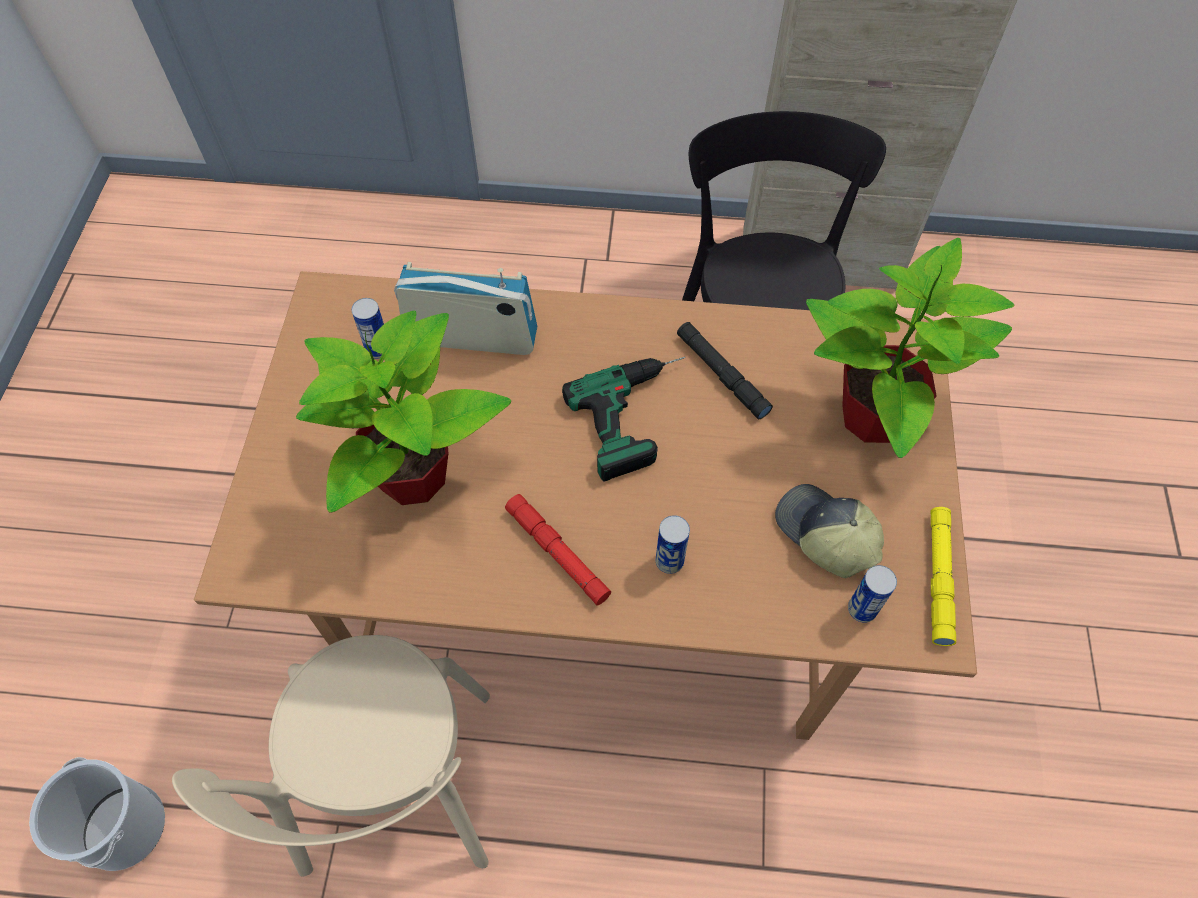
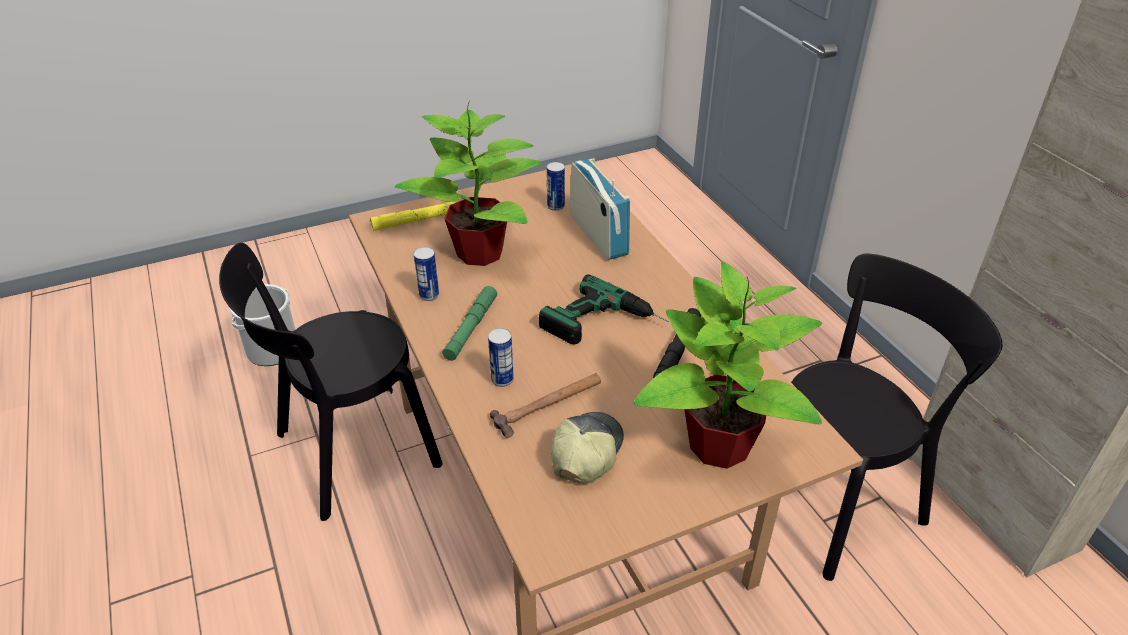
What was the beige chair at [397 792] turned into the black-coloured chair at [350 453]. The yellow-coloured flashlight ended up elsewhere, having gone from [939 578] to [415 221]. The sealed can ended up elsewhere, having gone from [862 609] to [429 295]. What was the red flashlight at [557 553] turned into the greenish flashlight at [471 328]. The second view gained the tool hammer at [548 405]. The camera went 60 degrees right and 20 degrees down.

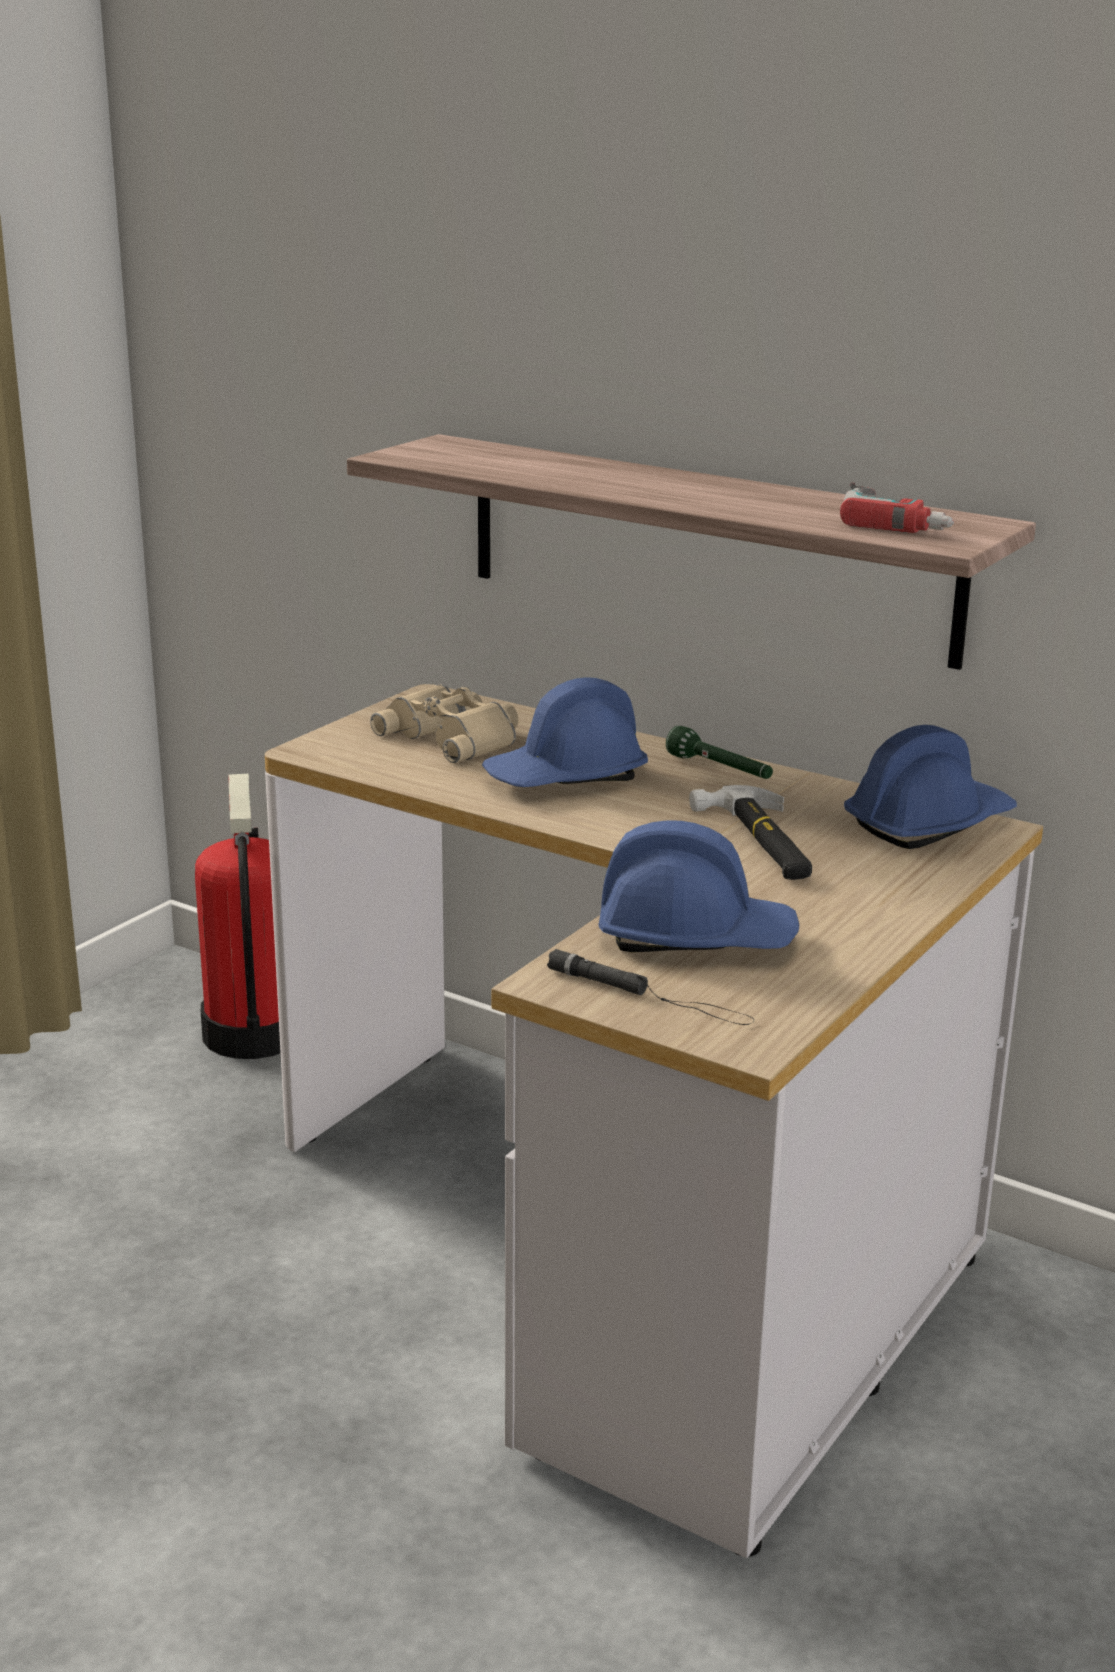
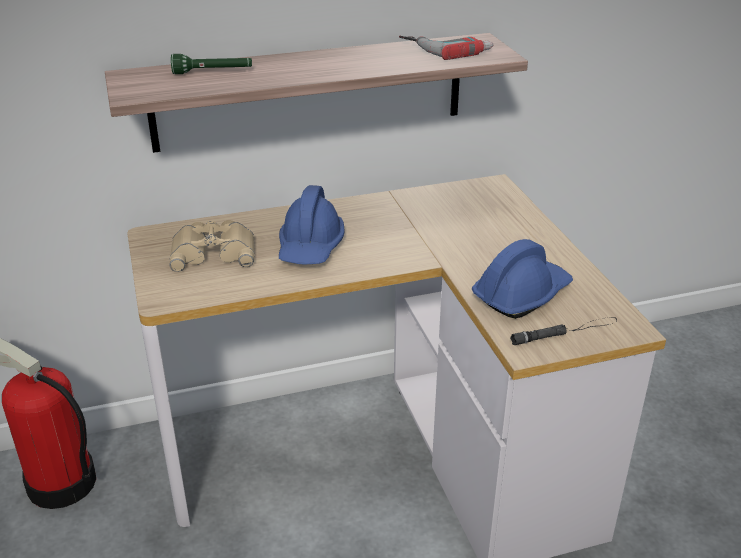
The greenish flashlight ended up elsewhere, having gone from [720 770] to [213 72]. The second view lost the tool hammer at [760 841]. The second view lost the blue-coloured safety helmet at [928 824]. The camera went 50 degrees left and 10 degrees up.

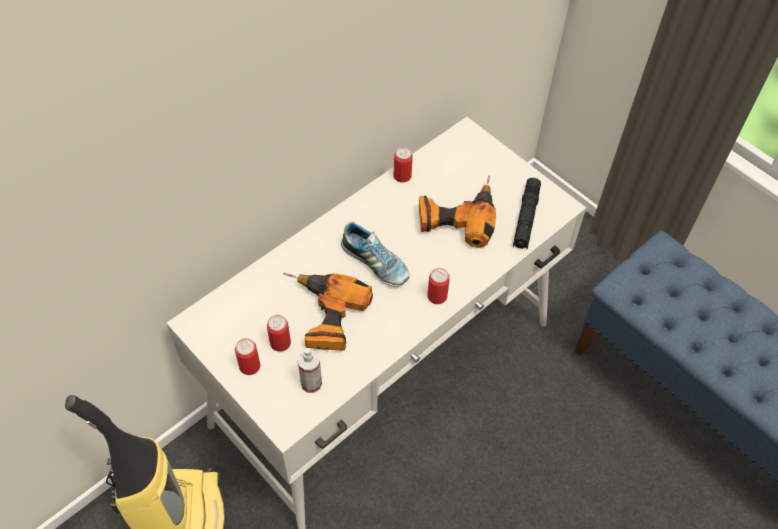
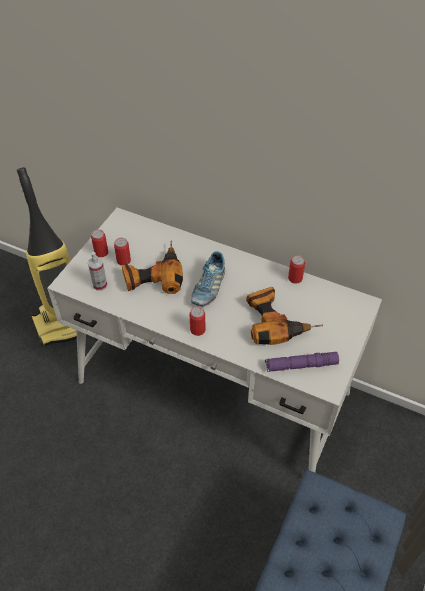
What was the black-coloured flashlight at [526 218] turned into the purple-coloured flashlight at [301 365]. The camera went 70 degrees right and 5 degrees down.

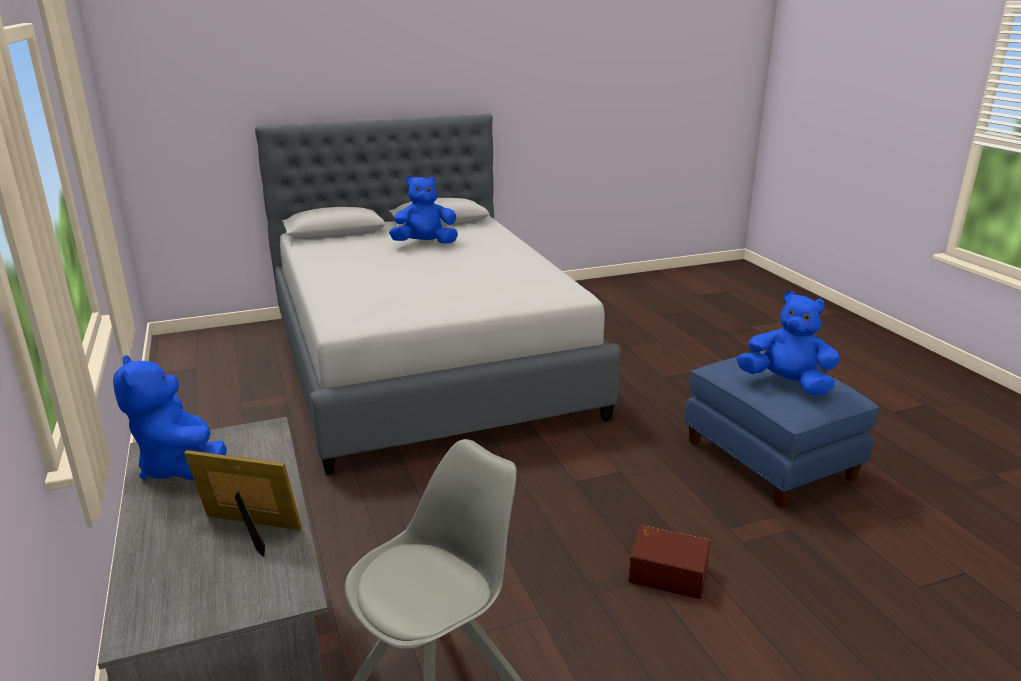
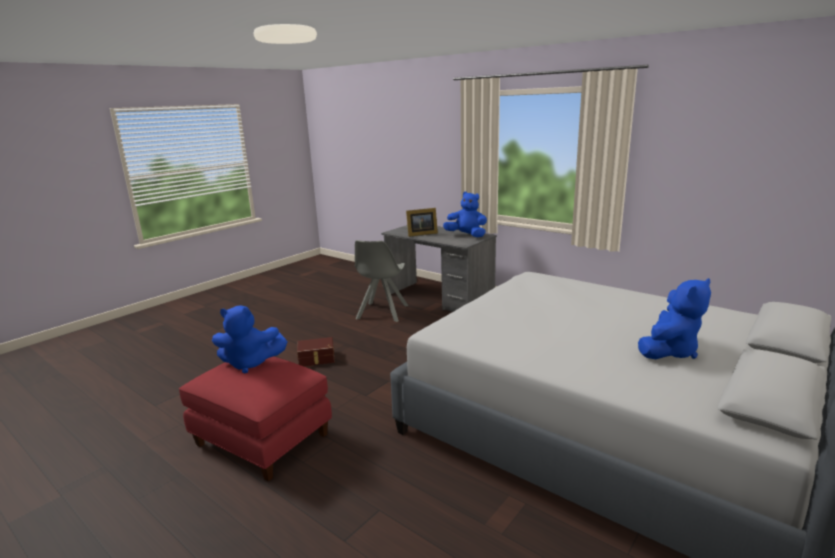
What was the blue-coloured footrest at [770 460] turned into the red footrest at [261 440]. The camera went 150 degrees right and 5 degrees down.

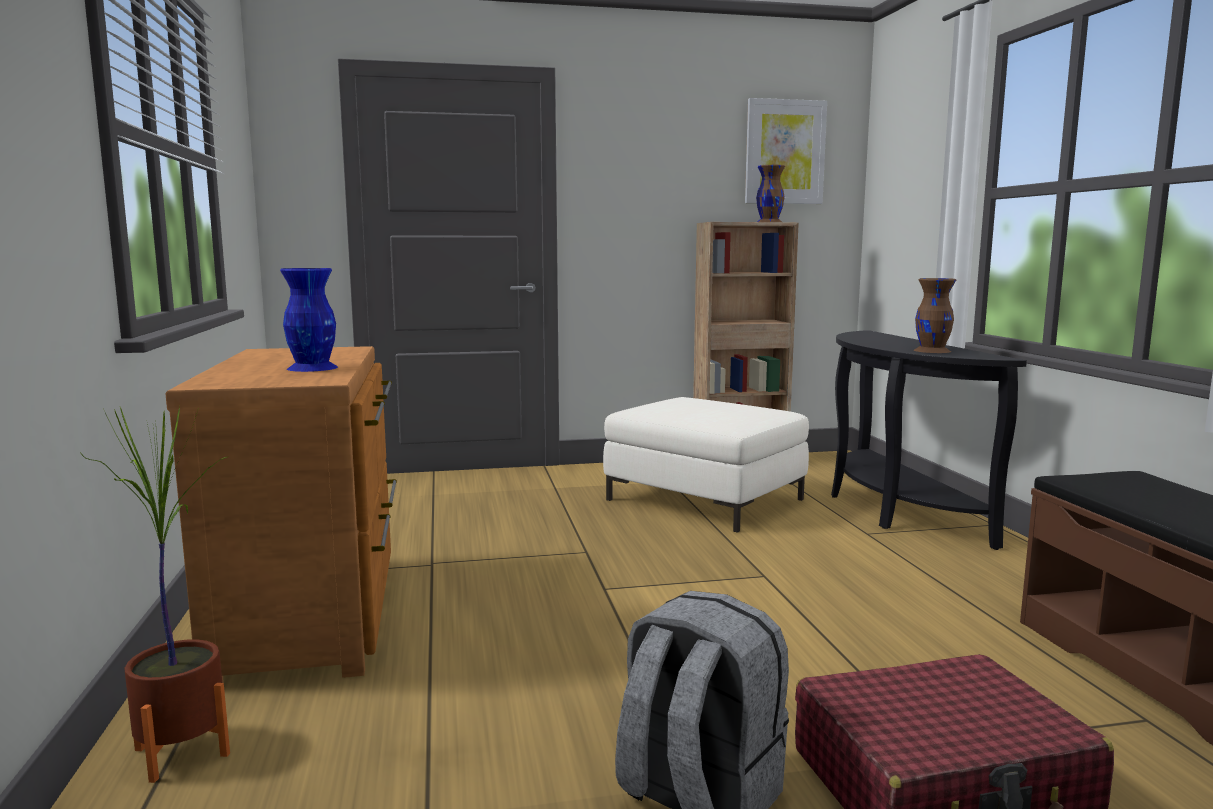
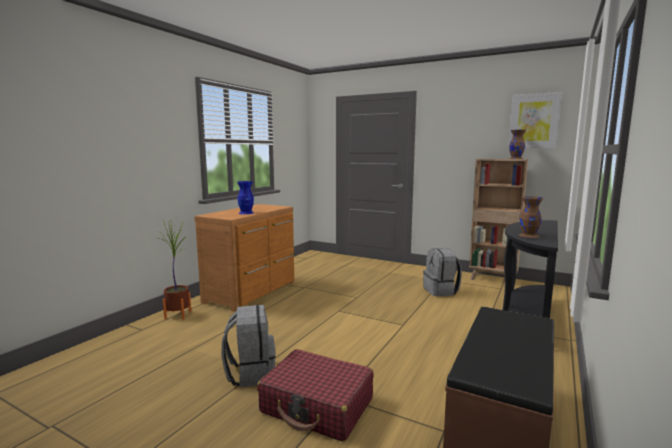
Where the white footrest stood at [705 500], the grey backpack came to stand at [441 291]. The camera went 40 degrees right and 0 degrees up.

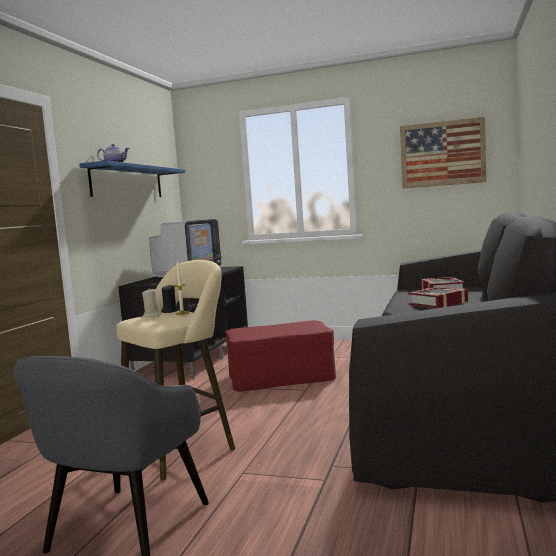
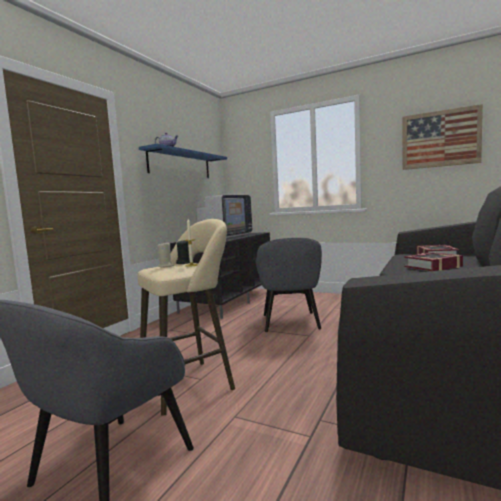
Where the red footrest stood at [281 377], the grey lounge chair came to stand at [290 322]. The camera went 10 degrees right and 0 degrees up.

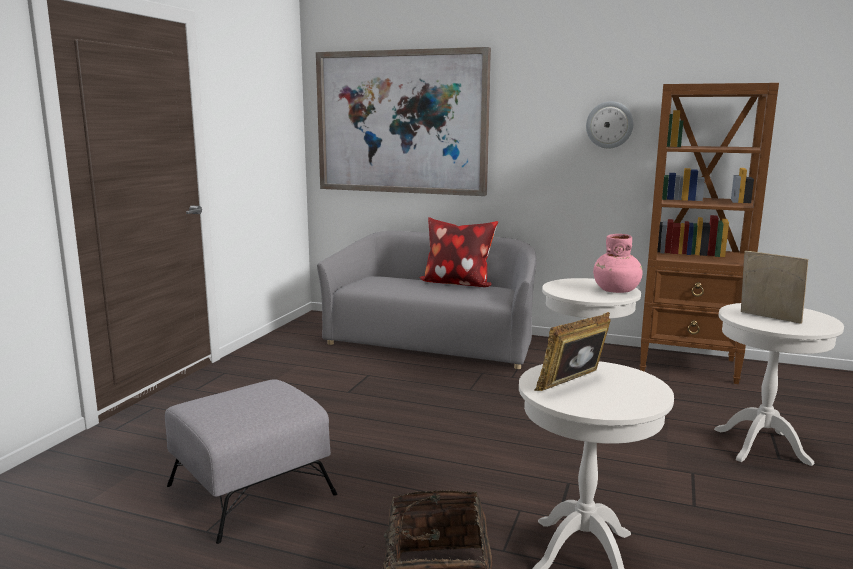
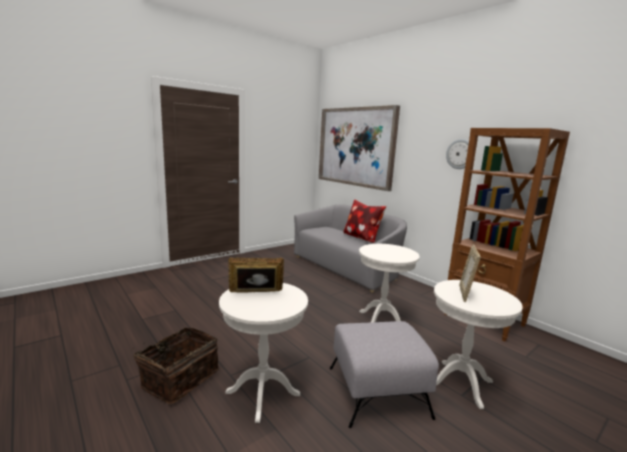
The grey footrest ended up elsewhere, having gone from [252 489] to [378 391]. The photo frame at [768 318] ended up facing another way, 150 degrees counterclockwise from before. The second view lost the pink flower vase at [616 291]. The camera went 30 degrees right and 0 degrees up.

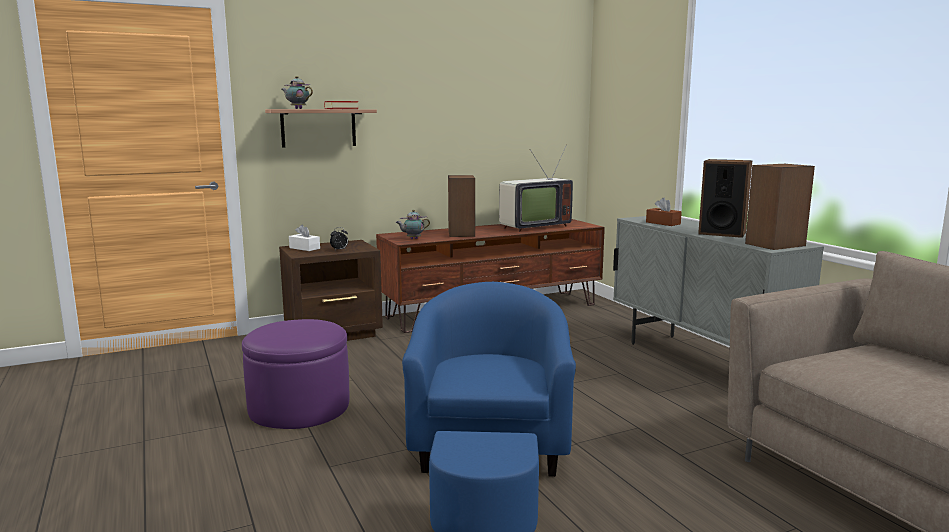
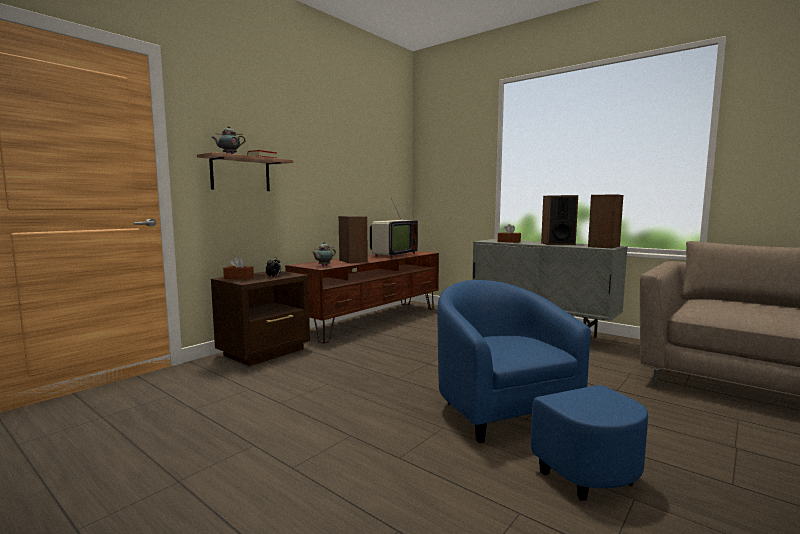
What was the white box of tissues at [304 248] turned into the brown box of tissues at [239 278]. The second view lost the purple-coloured footrest at [299 407]. The camera went 25 degrees left and 5 degrees down.

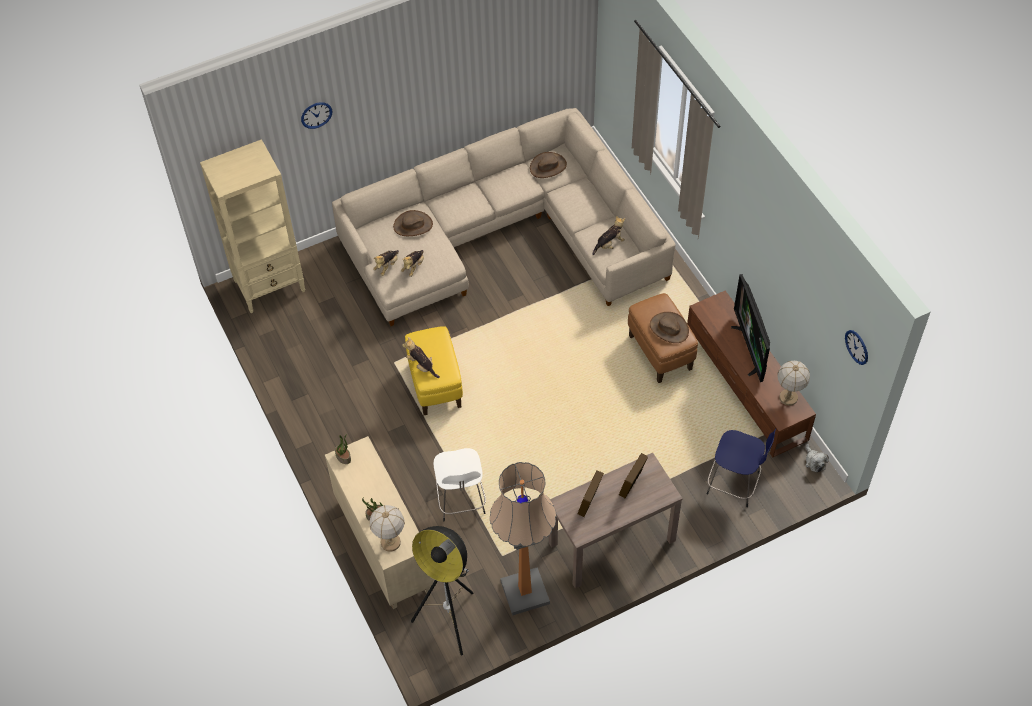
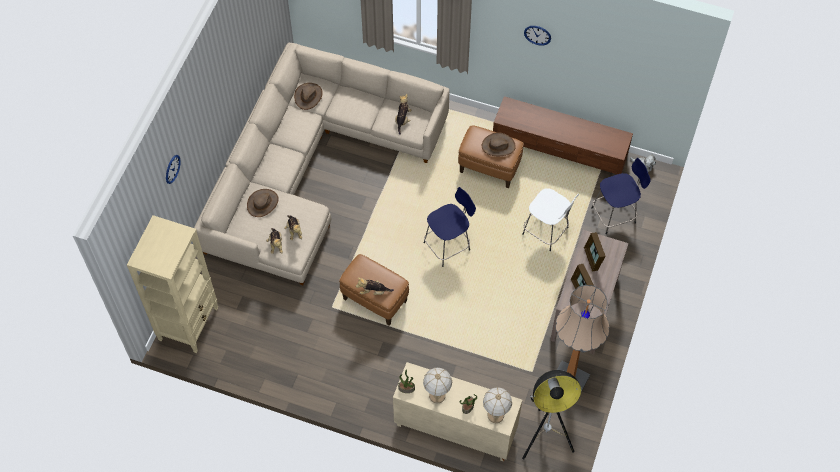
What was the yellow-coloured footrest at [435 385] turned into the brown footrest at [375 300]. The lamp for a table ended up elsewhere, having gone from [788 398] to [437 395]. The second view gained the blue-coloured stool at [448 245]. The white stool ended up elsewhere, having gone from [461 501] to [546 232]. The clock on the wall ended up elsewhere, having gone from [857 347] to [537 35]. The second view lost the TV set at [751 349]. The camera went 45 degrees left and 5 degrees up.

